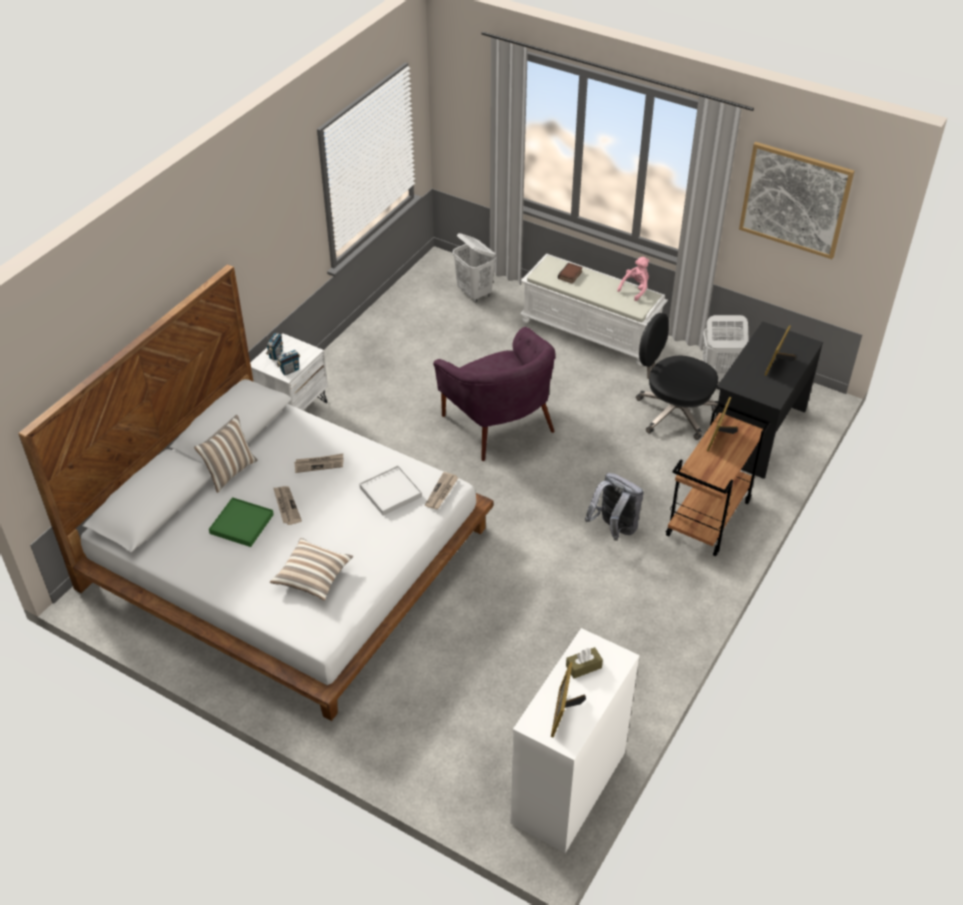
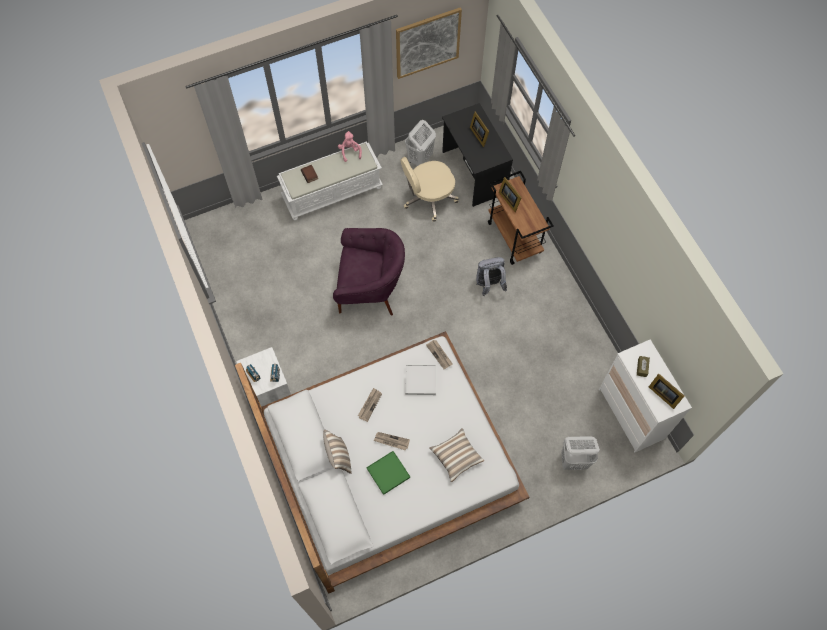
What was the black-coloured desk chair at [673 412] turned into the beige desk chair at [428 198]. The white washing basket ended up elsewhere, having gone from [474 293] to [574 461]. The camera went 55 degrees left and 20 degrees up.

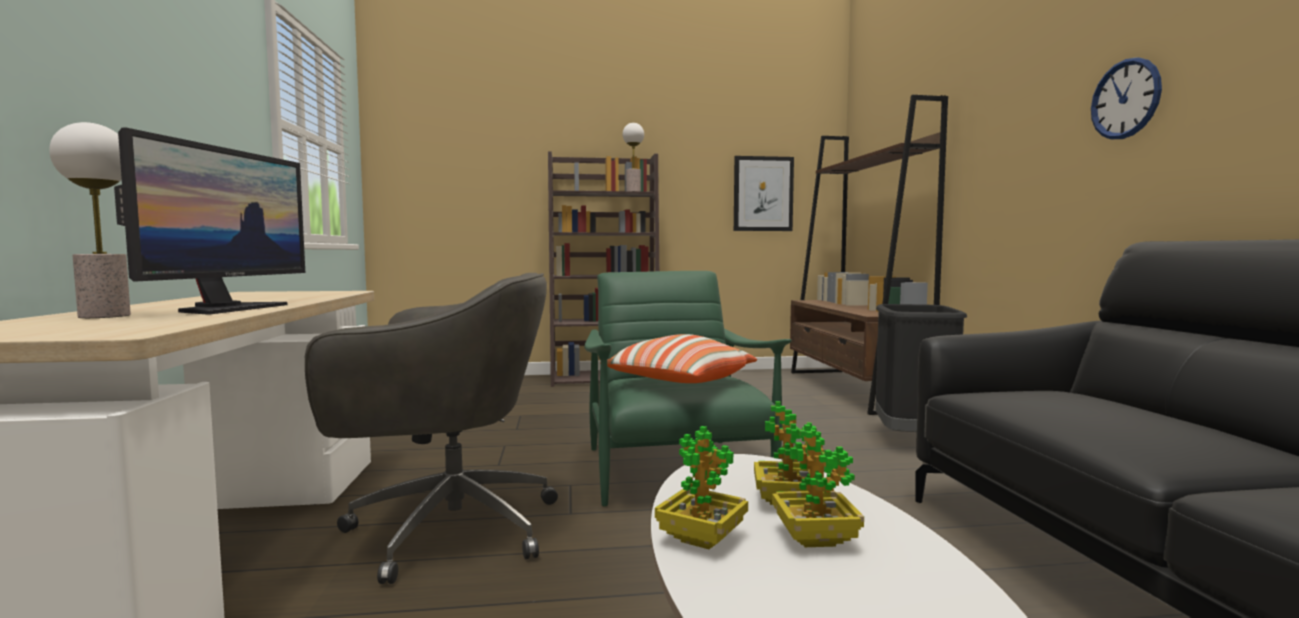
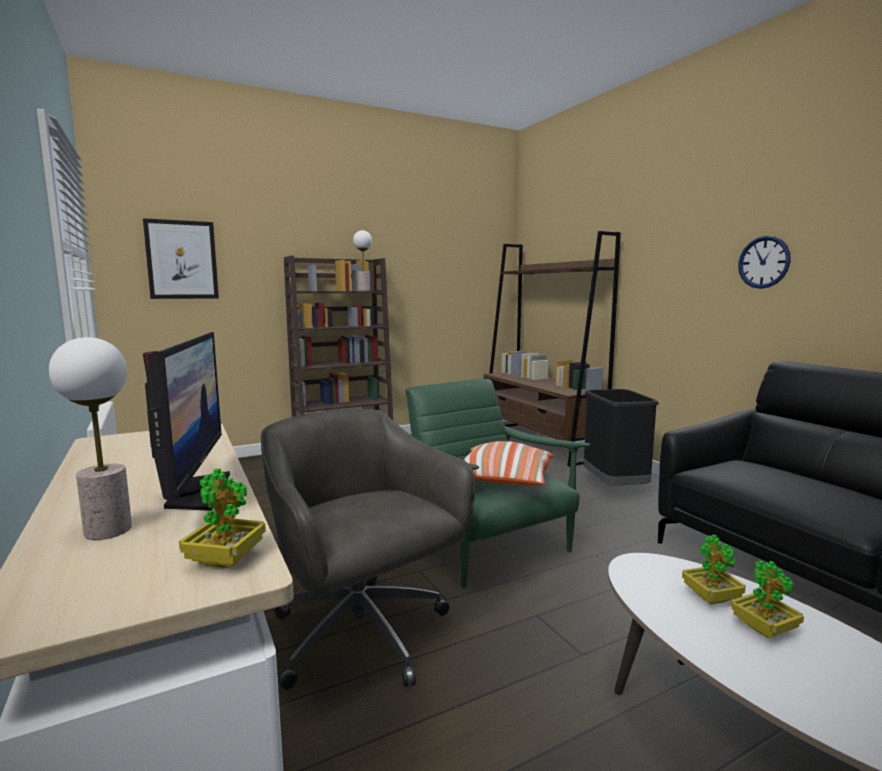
The wall picture ended up elsewhere, having gone from [763 194] to [182 260]. The houseplant ended up elsewhere, having gone from [701 539] to [225 560]. The grey desk chair at [447 528] ended up facing another way, 105 degrees counterclockwise from before. The camera went 20 degrees left and 5 degrees up.

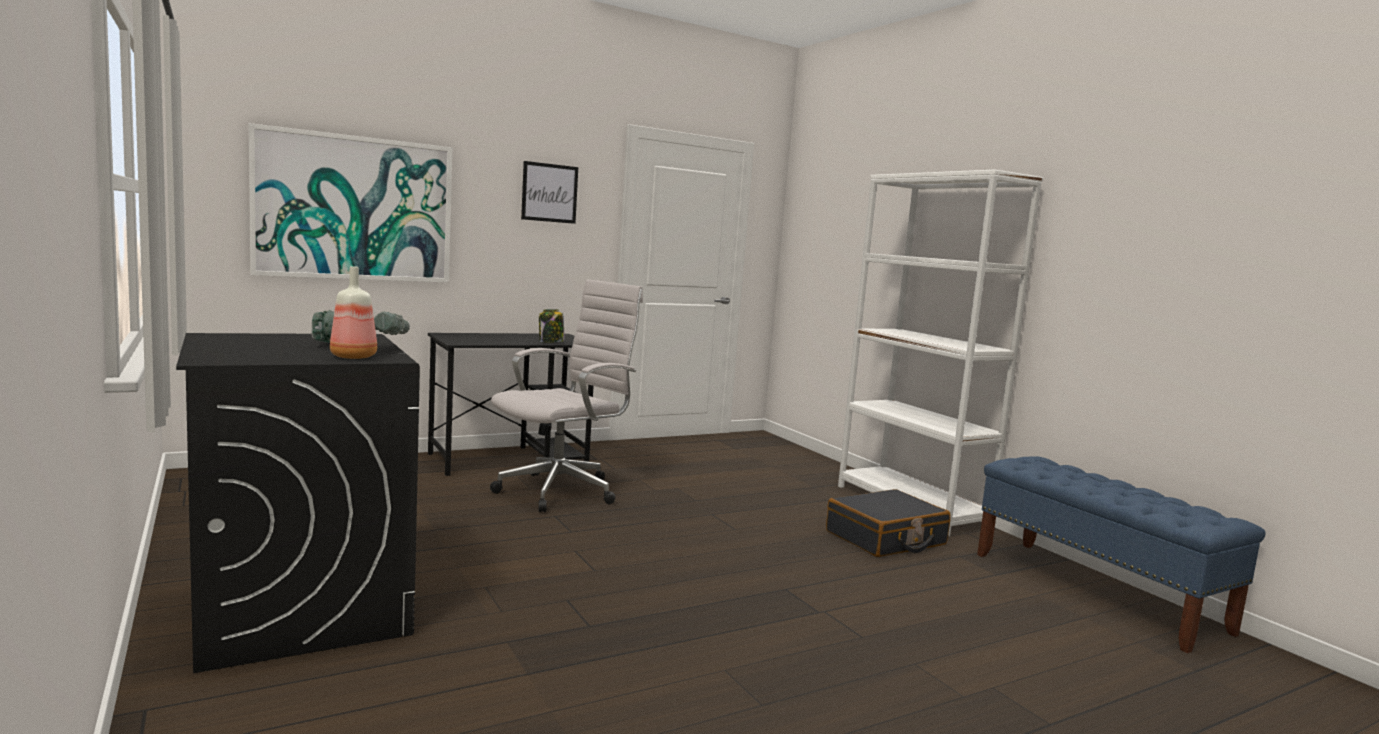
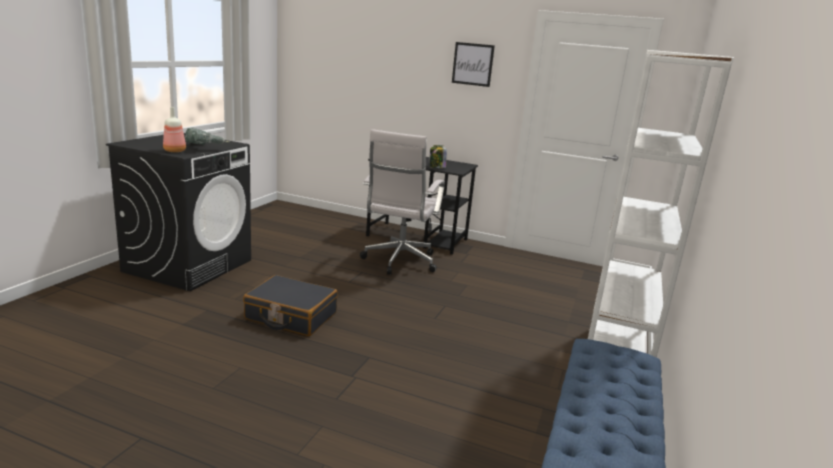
The black-coloured suitcase ended up elsewhere, having gone from [886 538] to [291 316]. The white desk chair at [562 491] ended up facing another way, 105 degrees clockwise from before. The second view lost the wall picture at [354 208]. The camera went 50 degrees right and 10 degrees up.

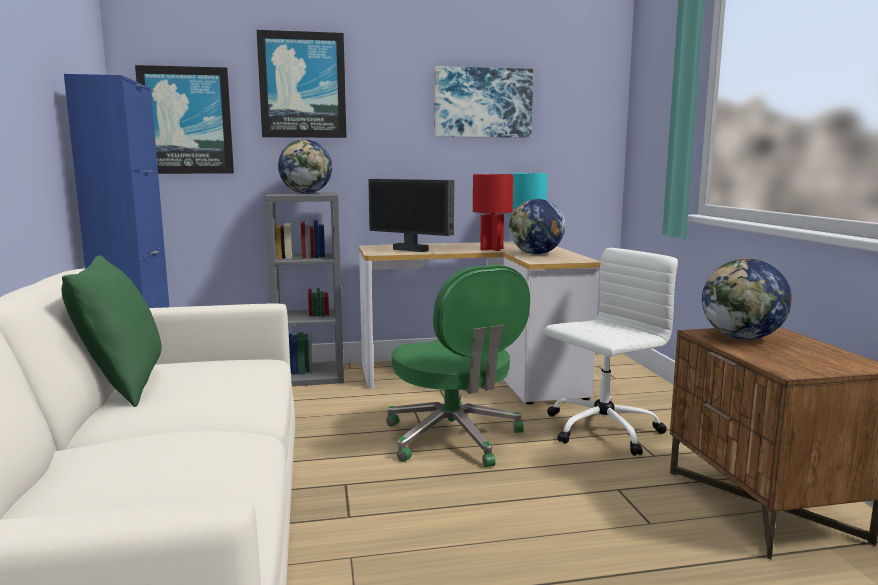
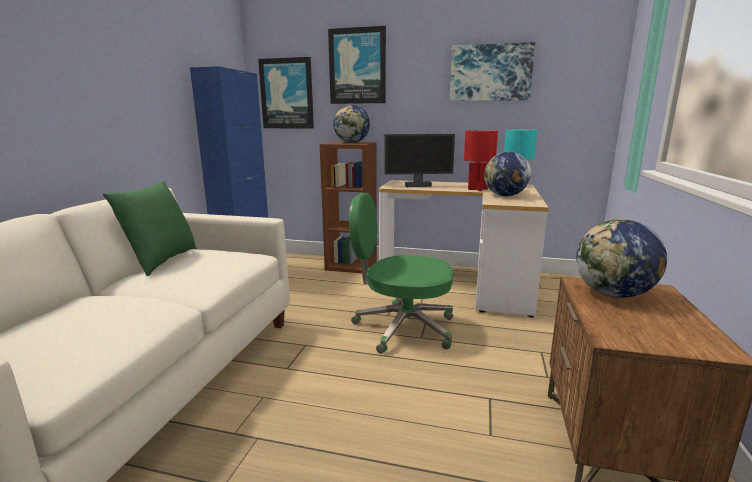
What was the grey shelving unit at [310 375] turned into the brown shelving unit at [352 265]. The greenish desk chair at [454 438] ended up facing another way, 105 degrees clockwise from before. The computer display at [411 249] ended up facing another way, 60 degrees counterclockwise from before. The second view lost the white desk chair at [601 430]. The camera went 25 degrees right and 5 degrees up.

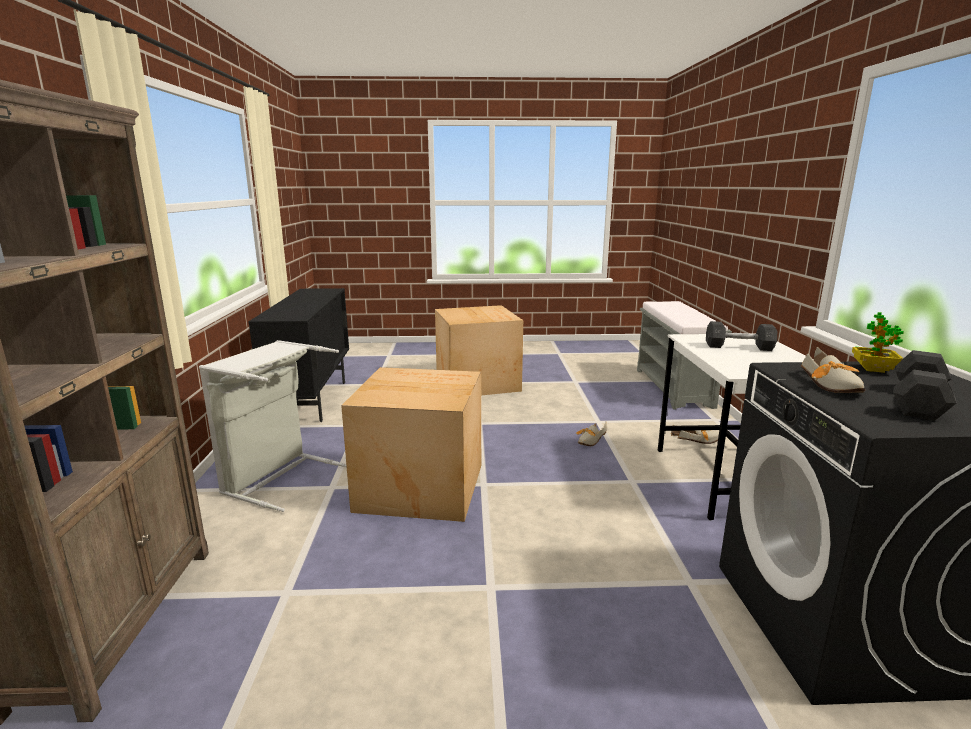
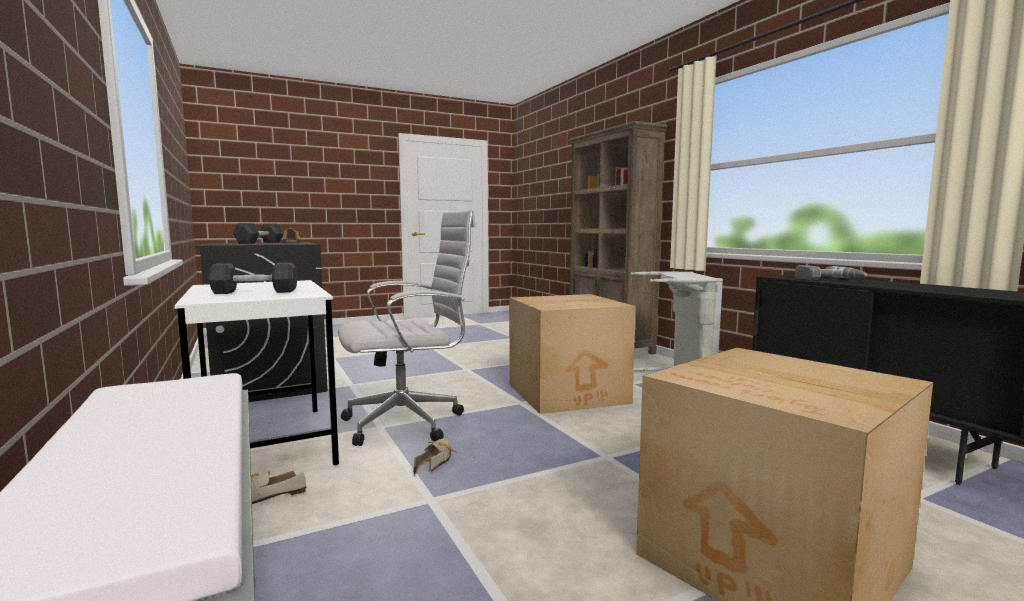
The second view gained the white desk chair at [409 422]. The second view gained the drill at [829 279]. The second view lost the houseplant at [873 369]. The camera went 155 degrees right and 10 degrees down.

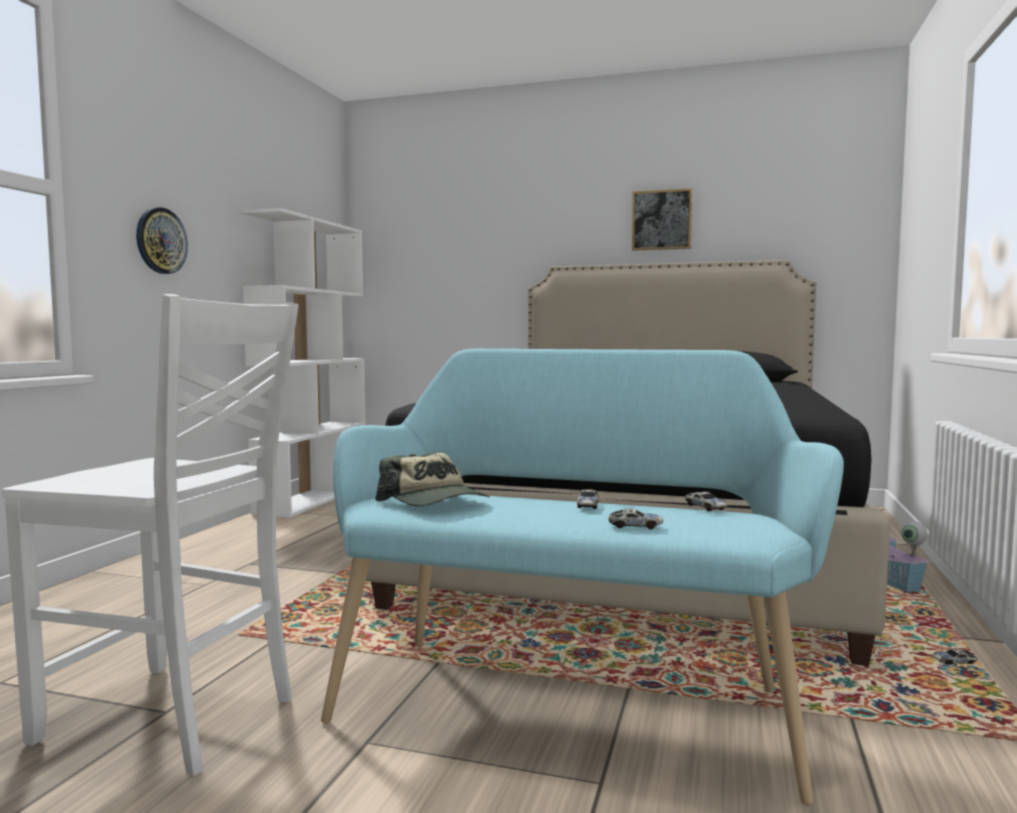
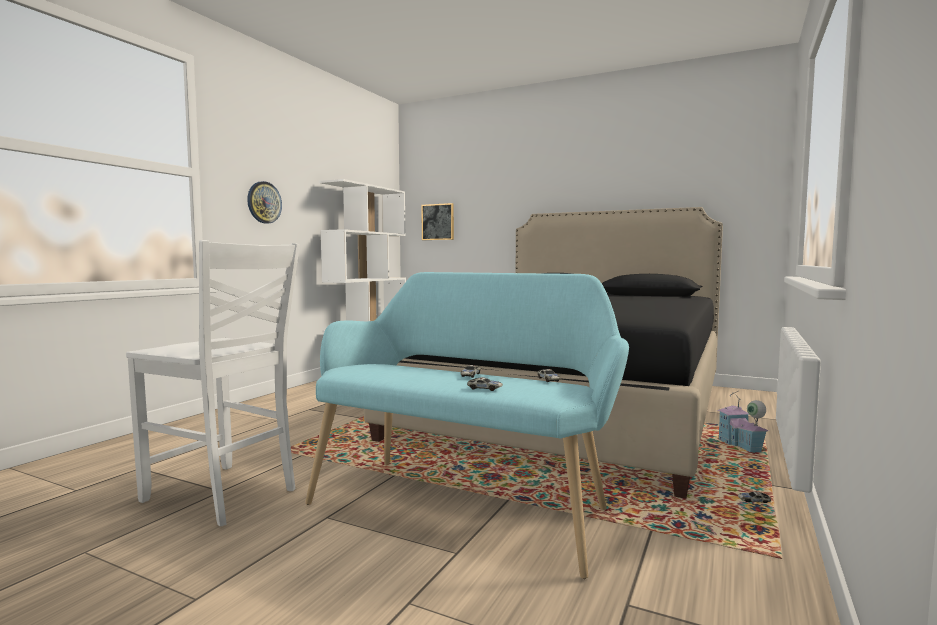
The wall picture ended up elsewhere, having gone from [661 220] to [438 222]. The second view lost the peaked cap at [435 502]. The camera went 10 degrees right and 0 degrees up.

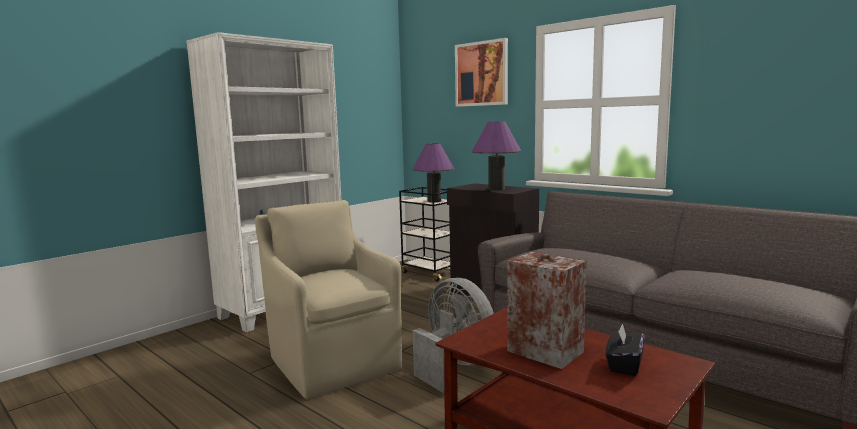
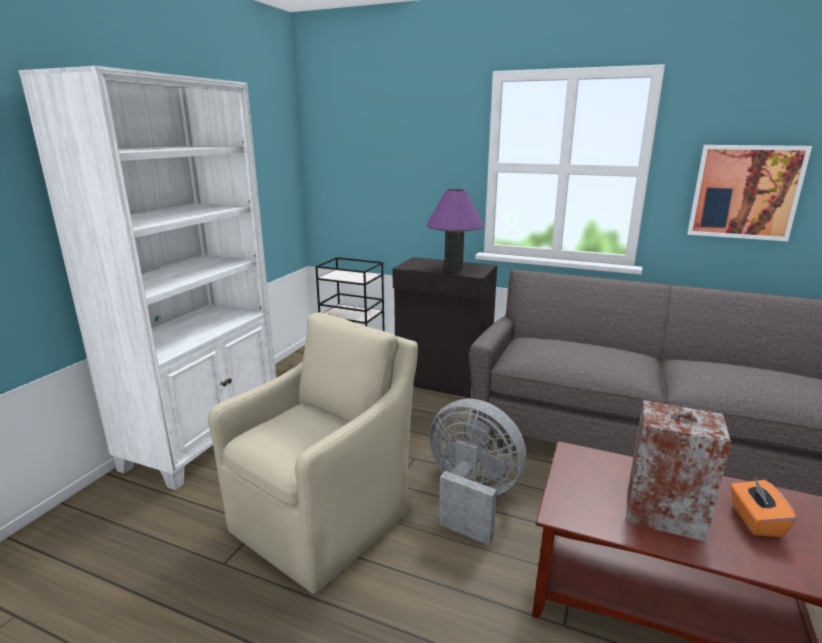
The beige lounge chair at [333 361] ended up facing another way, 90 degrees clockwise from before. The wall picture ended up elsewhere, having gone from [481 74] to [745 192]. What was the black-coloured box of tissues at [624 365] turned into the orangey box of tissues at [755 521]. The second view lost the purple-coloured lamp for a table at [434 201]. The camera went 20 degrees left and 10 degrees up.

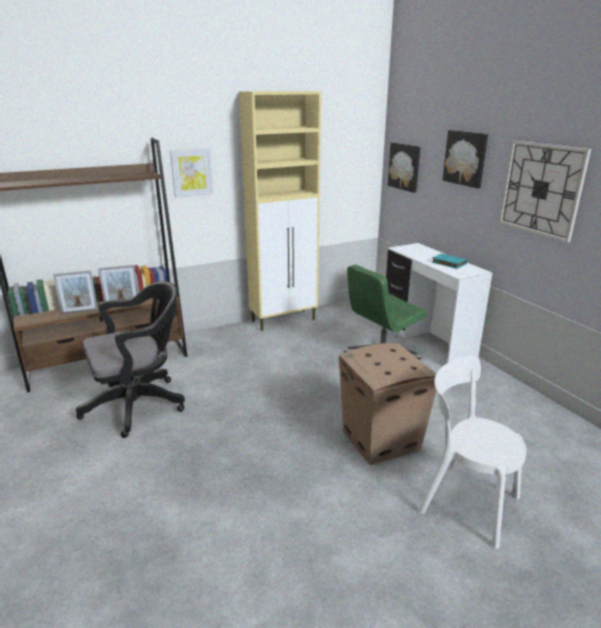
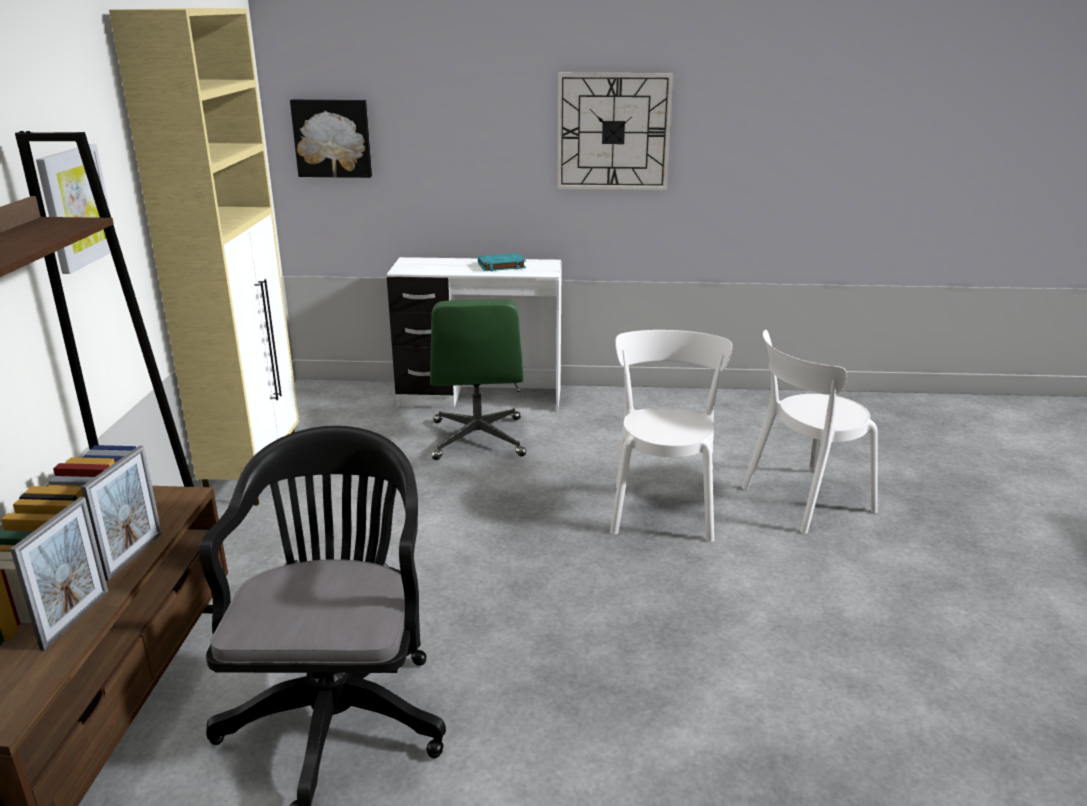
Where the cardboard box stood at [381 440], the white chair came to stand at [663 508]. The second view lost the wall picture at [466 158]. The camera went 60 degrees left and 0 degrees up.

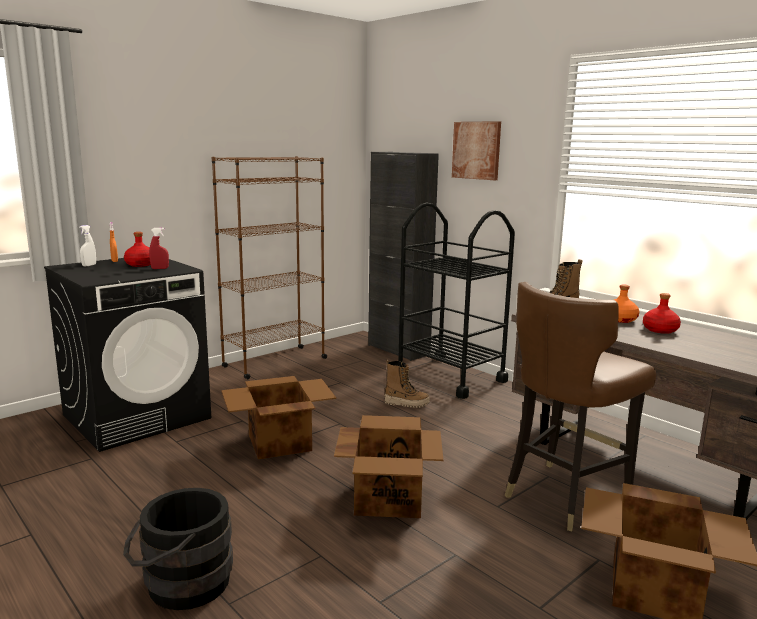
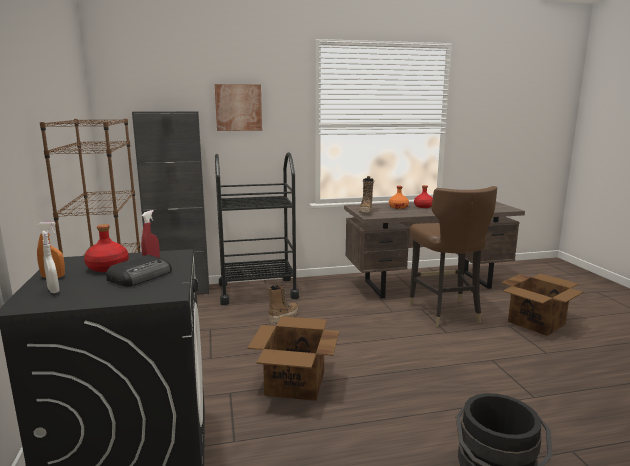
The second view gained the radio set at [141 276]. The second view lost the cardboard box at [388 498]. The camera went 60 degrees left and 0 degrees up.

